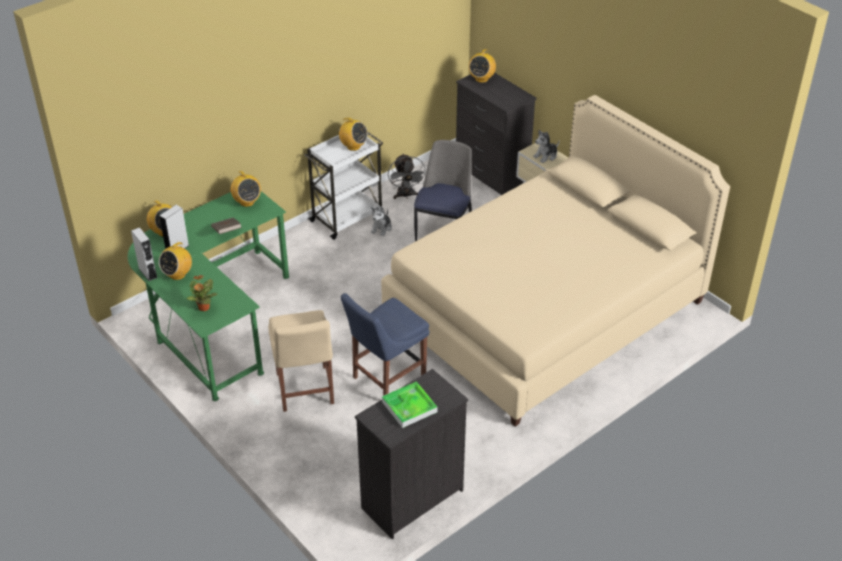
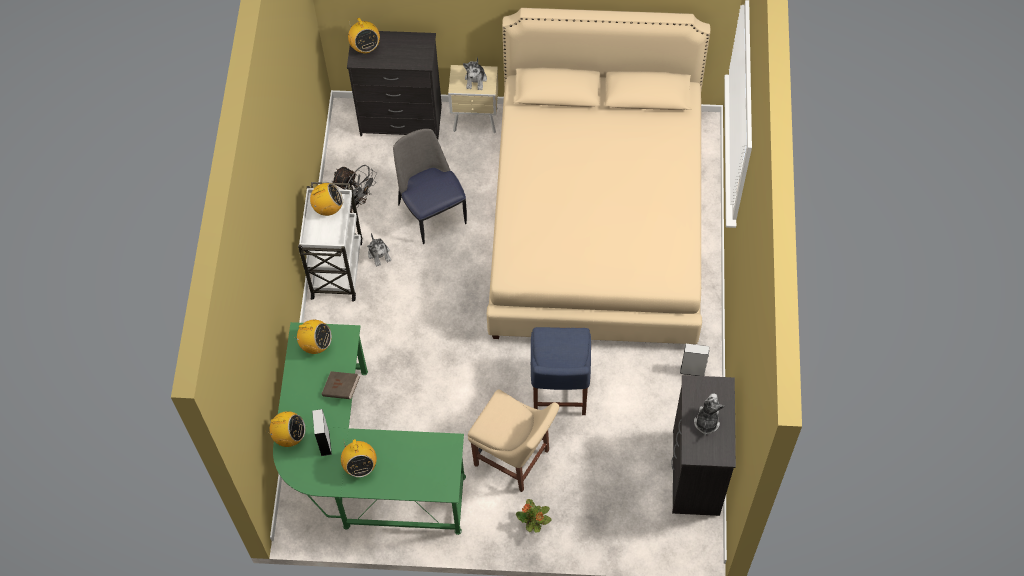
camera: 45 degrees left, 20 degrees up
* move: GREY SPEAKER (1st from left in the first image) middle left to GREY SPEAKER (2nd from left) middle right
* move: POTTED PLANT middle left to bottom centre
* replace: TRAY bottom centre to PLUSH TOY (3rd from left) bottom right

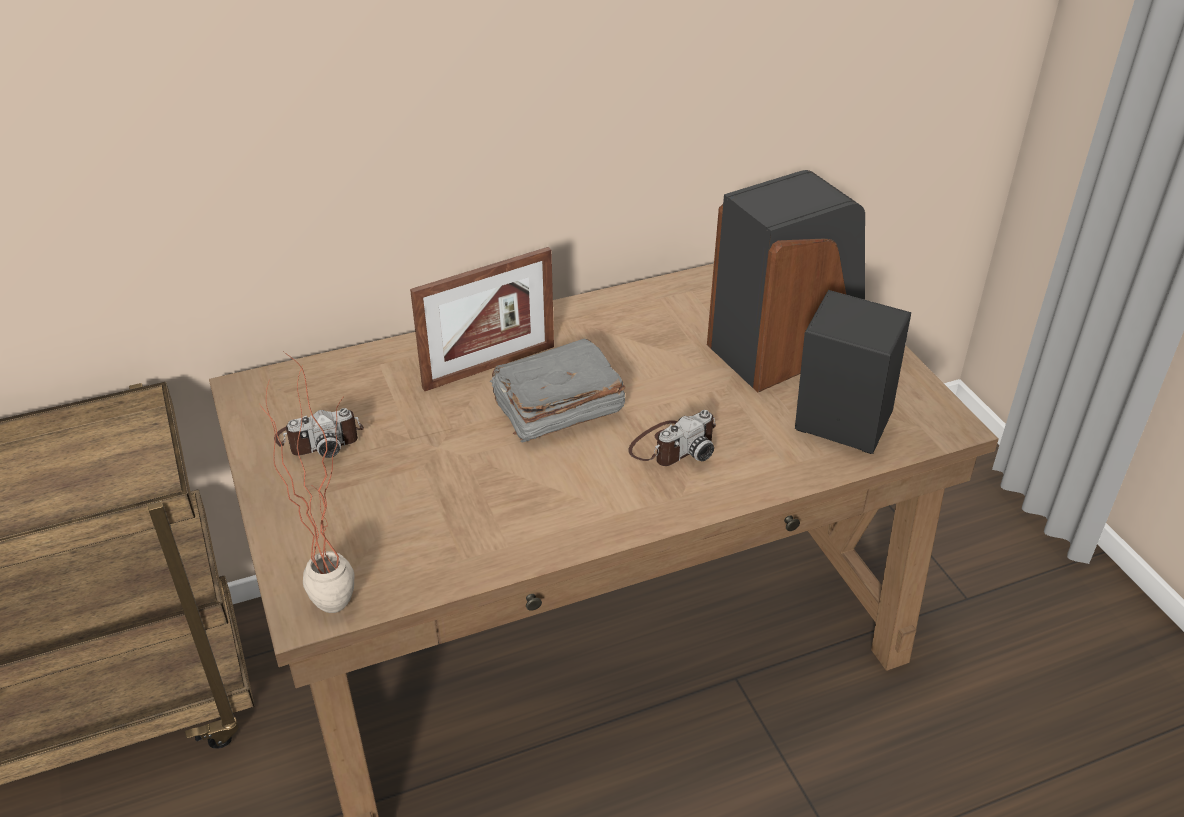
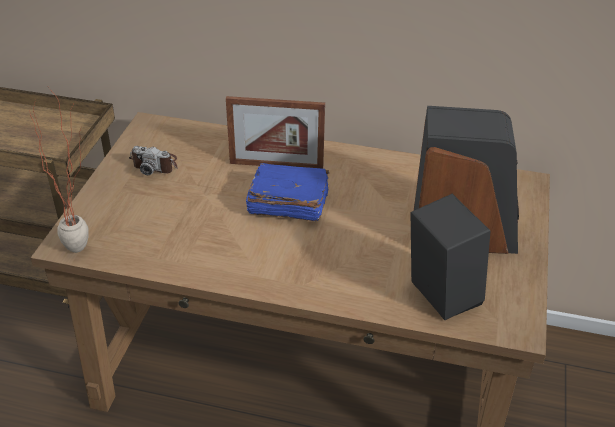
camera: 35 degrees right, 0 degrees up
* delete: PHOTO CAMERA (2nd from left) centre
* recolor: GREY BOOK centre to BLUE BOOK centre

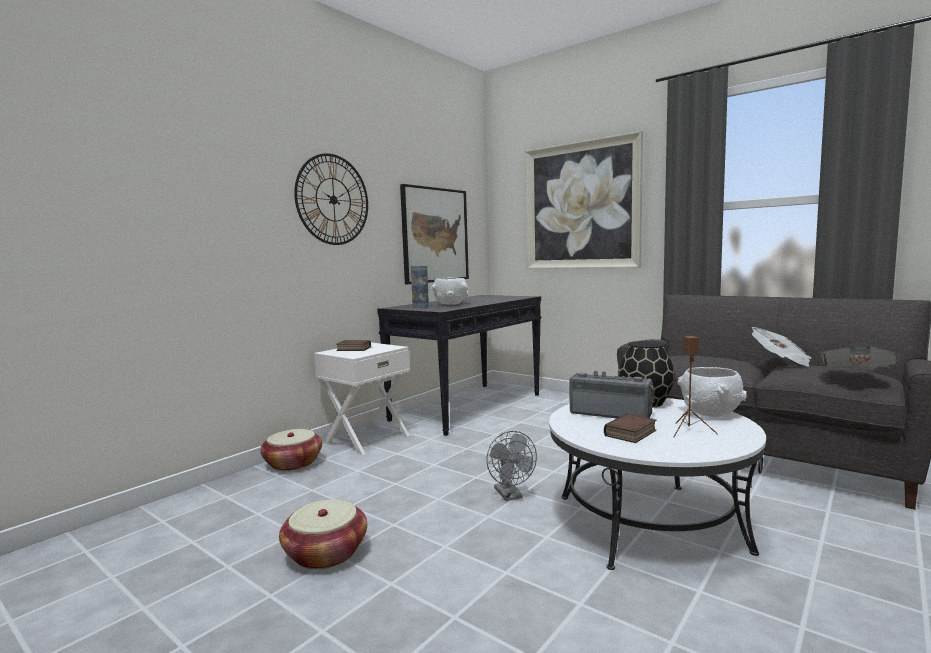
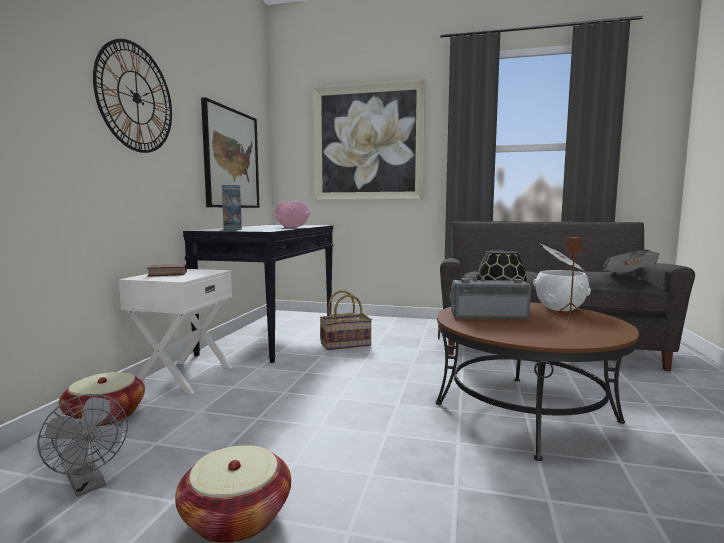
camera: 25 degrees left, 0 degrees up
* delete: WHITE BOWL (1st from left) centre
* delete: BOOK (2nd from left) middle right
* insert: PINK BOWL centre
* insert: BASKET (3rd from left) centre
* move: GREY FAN bottom centre to bottom left
* recolor: WHITE COFFEE TABLE bottom right to BROWN COFFEE TABLE bottom right

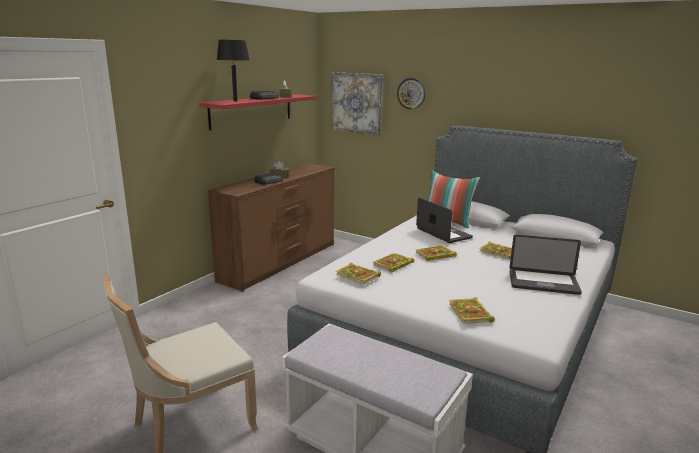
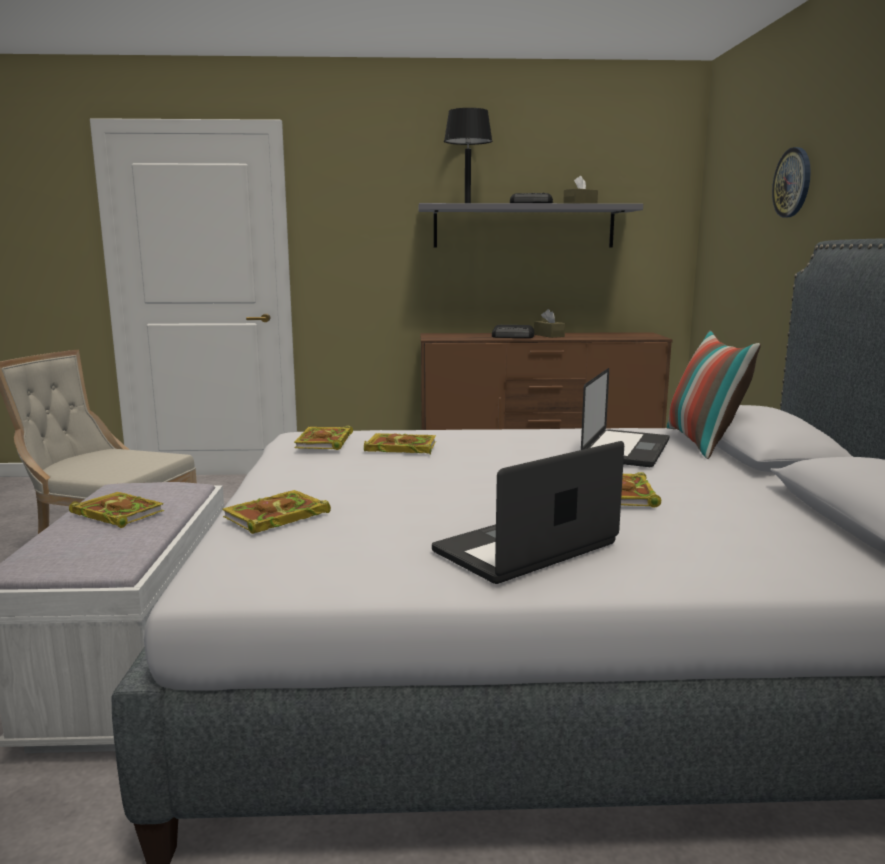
camera: 55 degrees right, 5 degrees down
* delete: PICTURE top centre
* move: BOOK (3rd from left in the first image) centre to BOOK (1st from left) middle left
* recolor: RED SHELF top centre to GREY SHELF top centre
* rotate: LAPTOP (2nd from left in the first image) middle right = centre 75 degrees clockwise

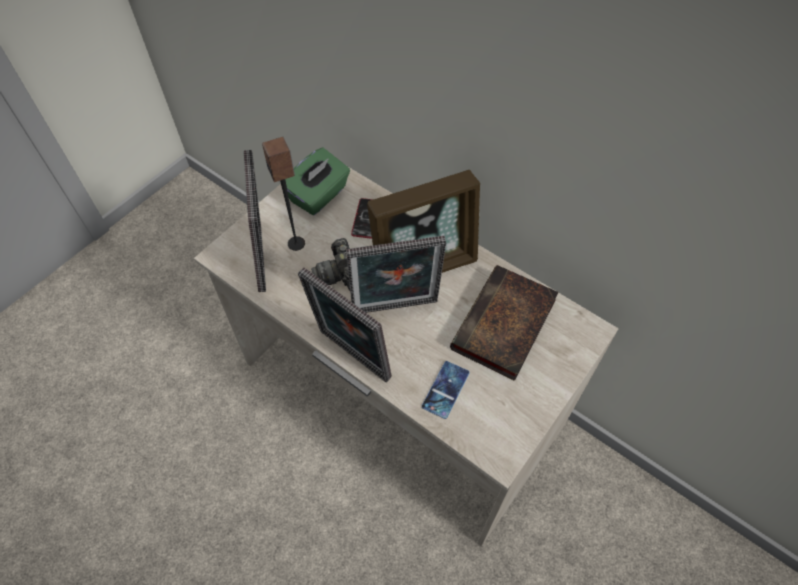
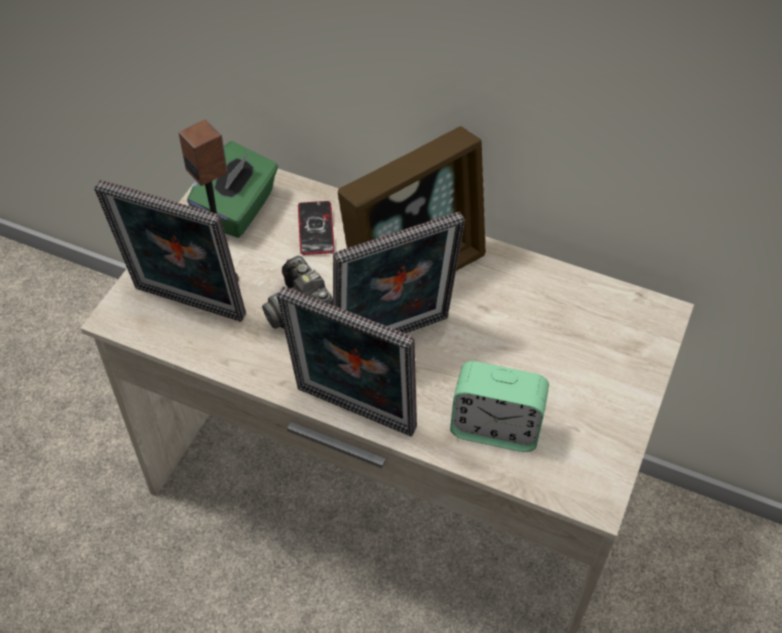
camera: 15 degrees left, 5 degrees down
* delete: BOOK centre
* replace: PHONE (2nd from left) bottom centre to ALARM CLOCK centre
* rotate: PICTURE FRAME (1st from left) middle left = middle left 135 degrees clockwise

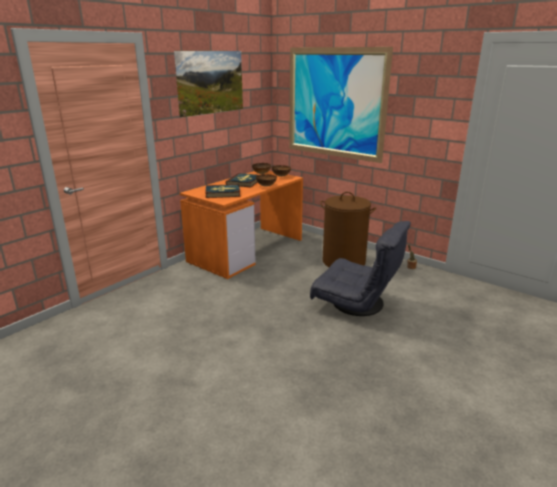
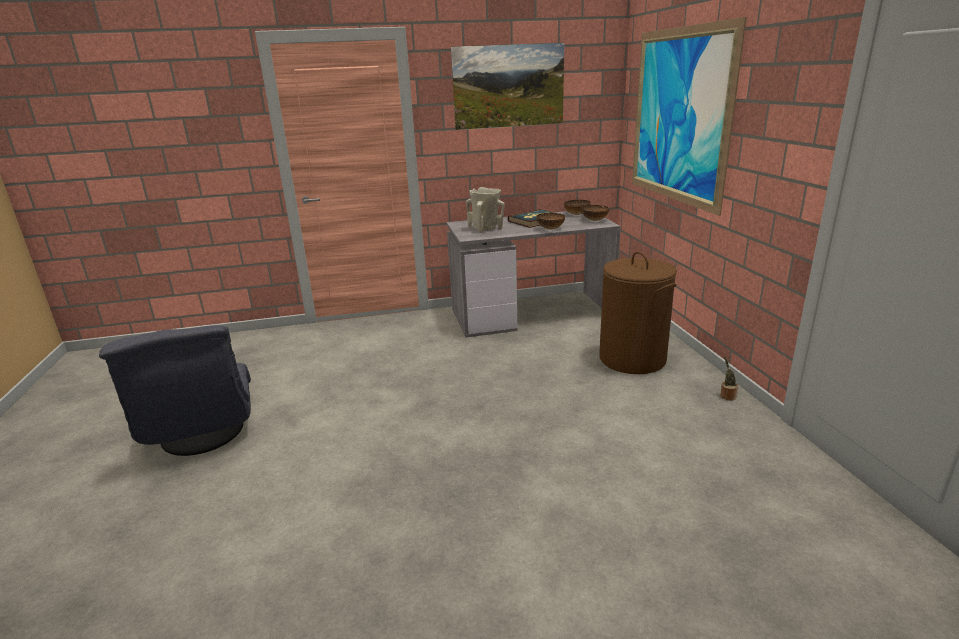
camera: 40 degrees right, 0 degrees up
* move: GREY ARMCHAIR centre to middle left
* replace: BOOK (1st from left) centre to BEIGE VASE top centre
* recolor: ORANGE DESK centre to GREY DESK centre

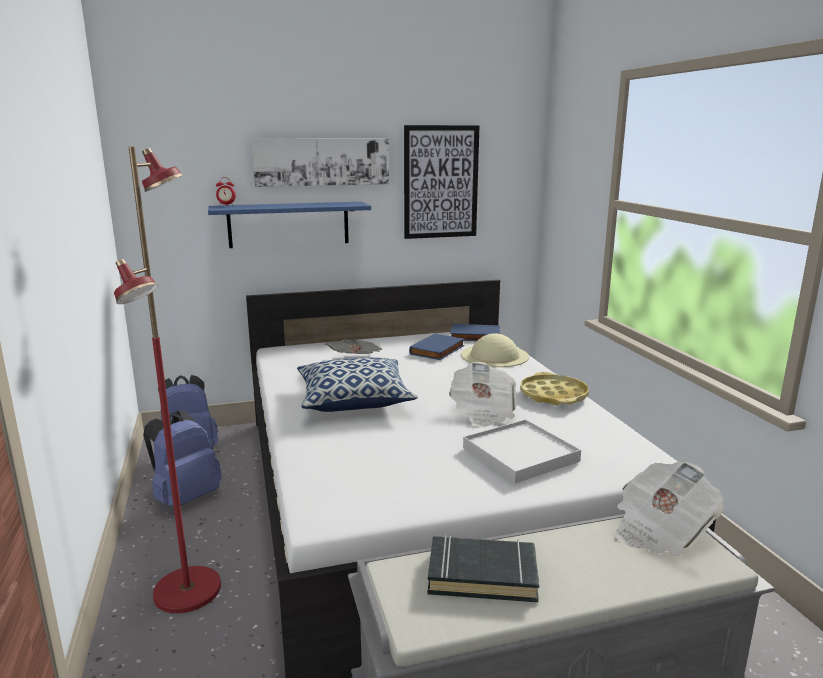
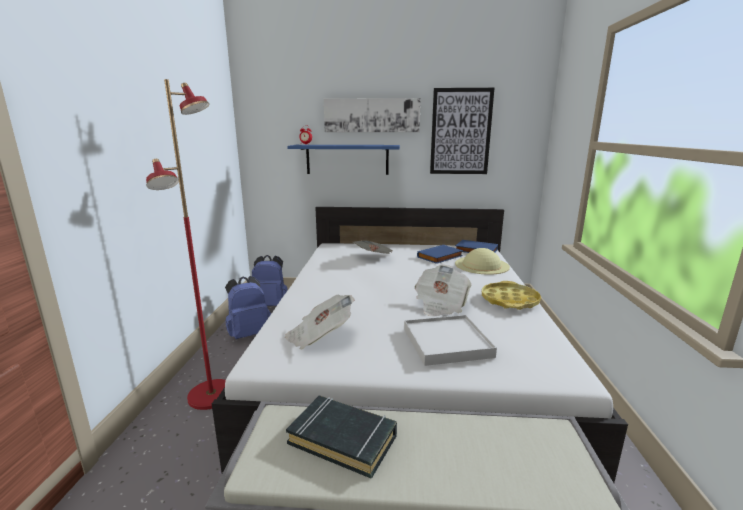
camera: 20 degrees right, 0 degrees up
* delete: PILLOW centre
* move: NEWSPAPER (3rd from left in the first image) bottom right to NEWSPAPER (1st from left) centre

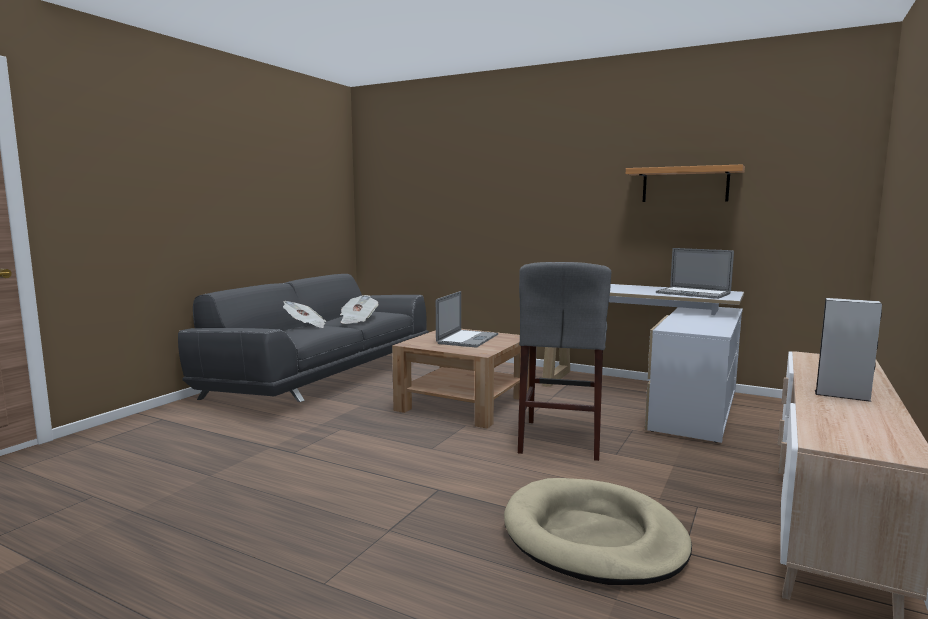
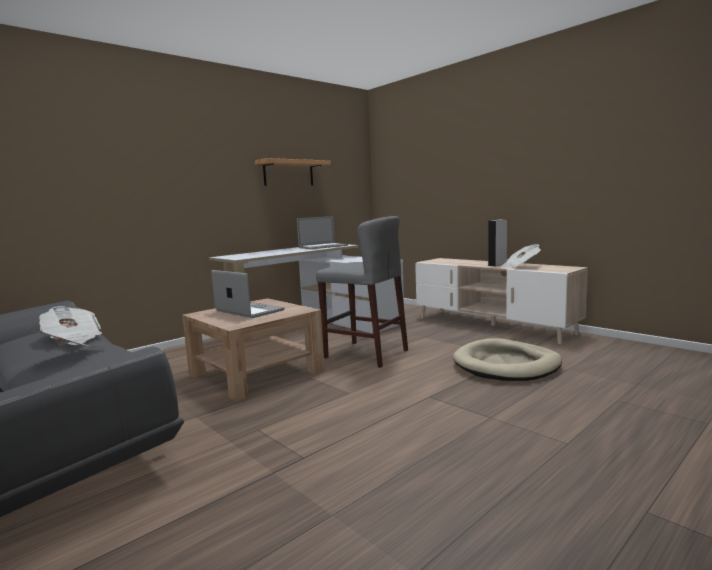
camera: 70 degrees left, 0 degrees up
* insert: NEWSPAPER (3rd from left) middle right

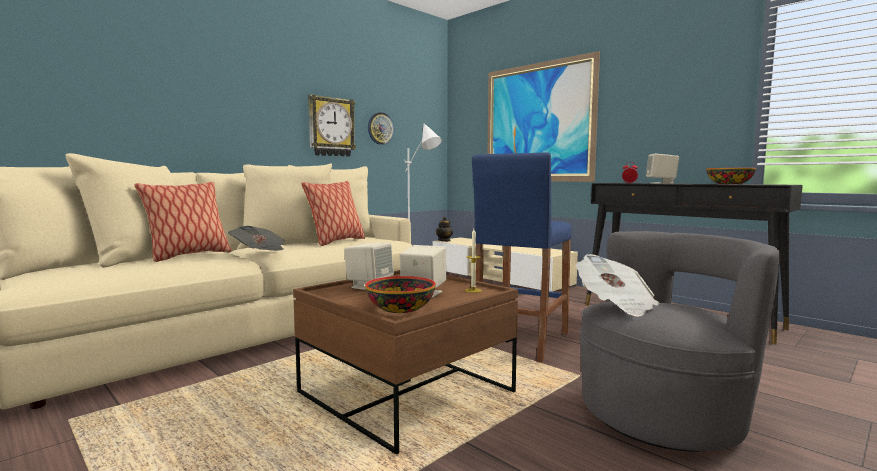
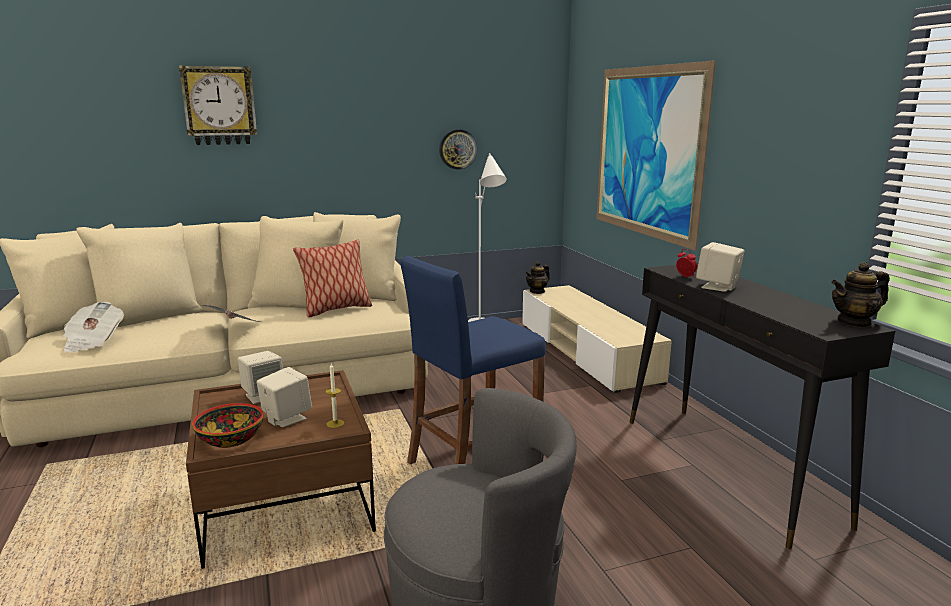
camera: 25 degrees right, 10 degrees up
* delete: PILLOW (1st from left) middle left
* delete: BOWL (2nd from left) middle right
* insert: TEAPOT (2nd from left) middle right
* move: WALL CLOCK (1st from left) top centre to top left
* move: NEWSPAPER (2nd from left in the first image) middle right to NEWSPAPER (1st from left) middle left

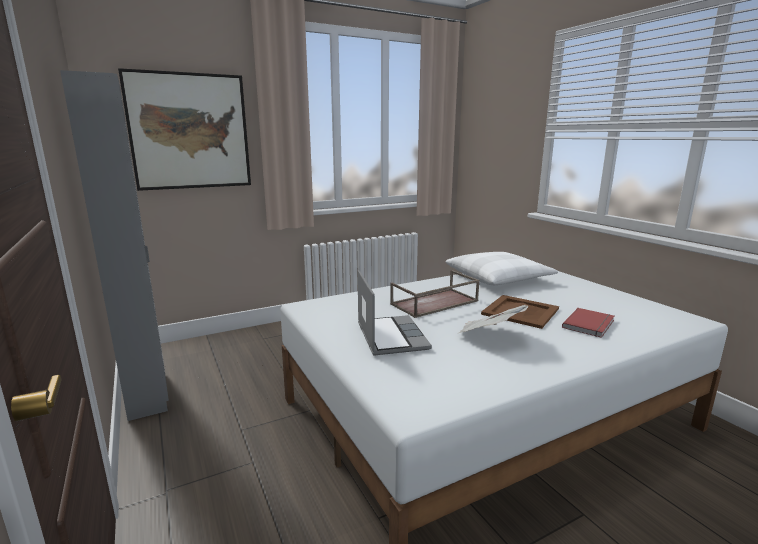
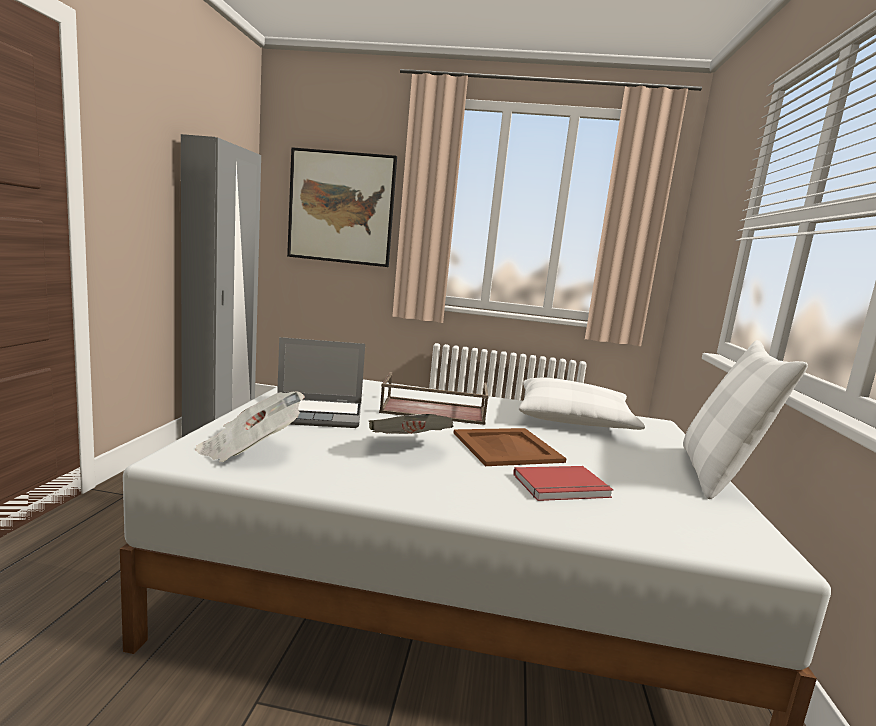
camera: 35 degrees right, 5 degrees down
* insert: NEWSPAPER (1st from left) middle left
* insert: WHITE PILLOW (2nd from left) middle right
* rotate: LAPTOP centre = centre 60 degrees clockwise

